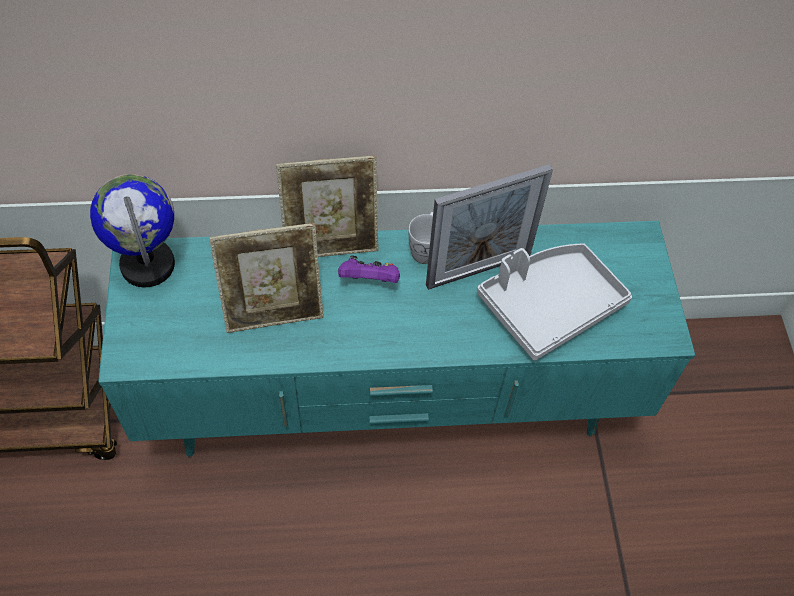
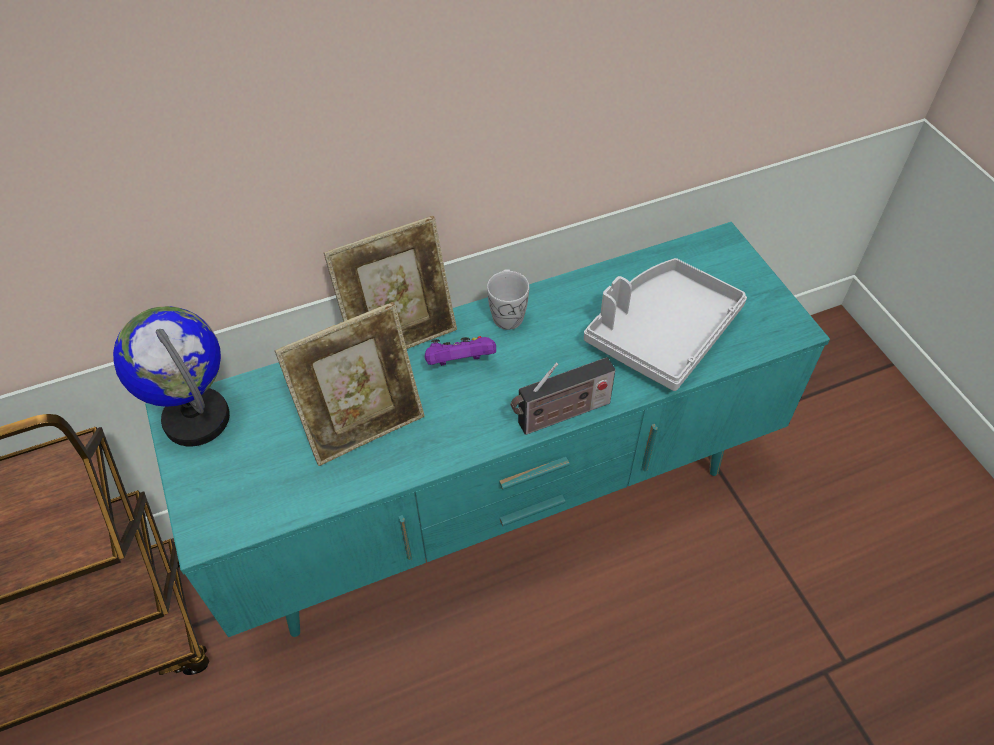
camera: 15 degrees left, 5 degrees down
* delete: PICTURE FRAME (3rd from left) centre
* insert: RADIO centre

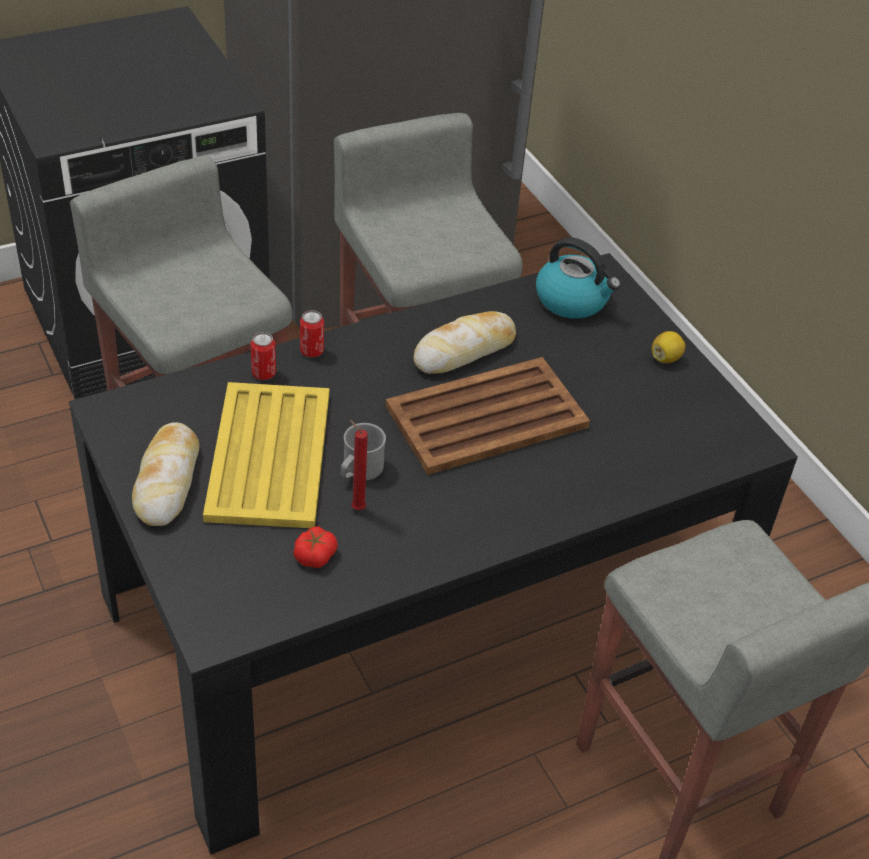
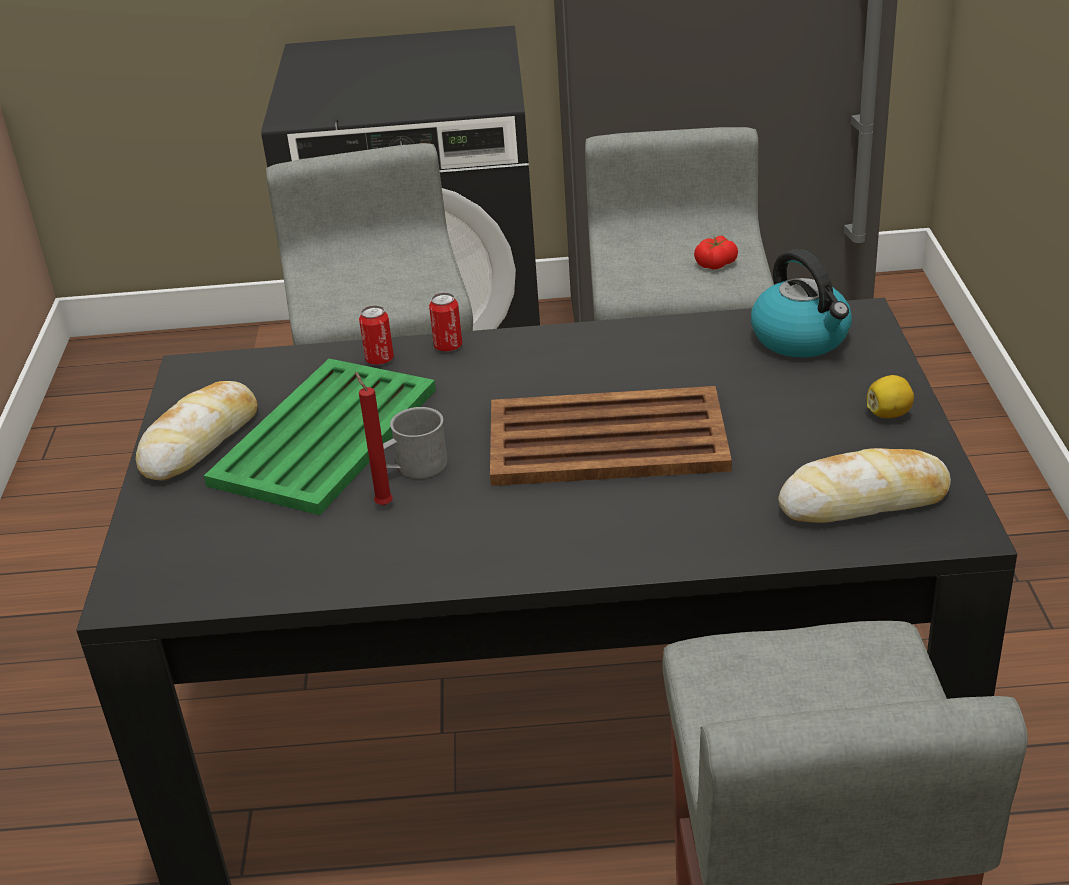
camera: 30 degrees right, 10 degrees down
* move: TOMATO centre to top right
* move: BREAD (2nd from left) centre to middle right
* recolor: YELLOW TRAY middle left to GREEN TRAY middle left

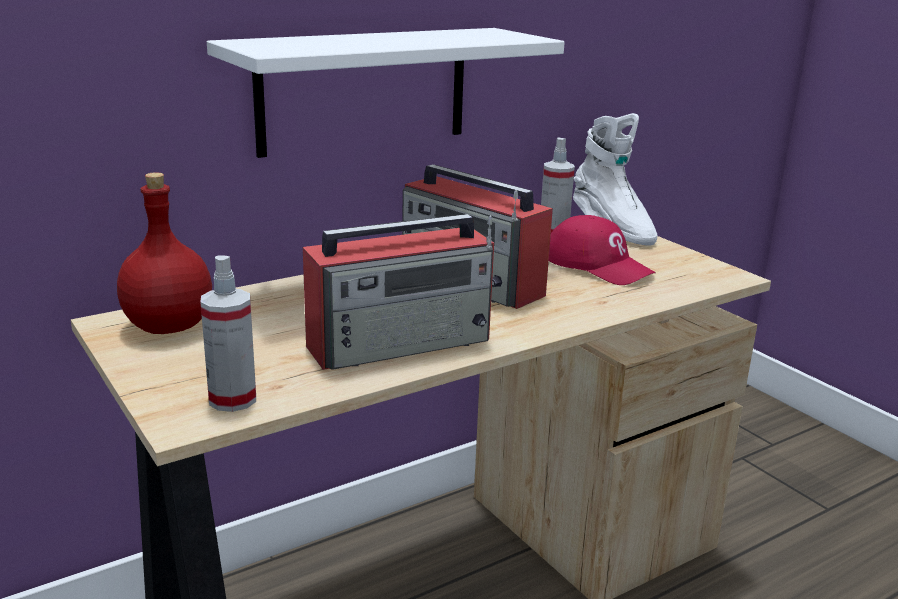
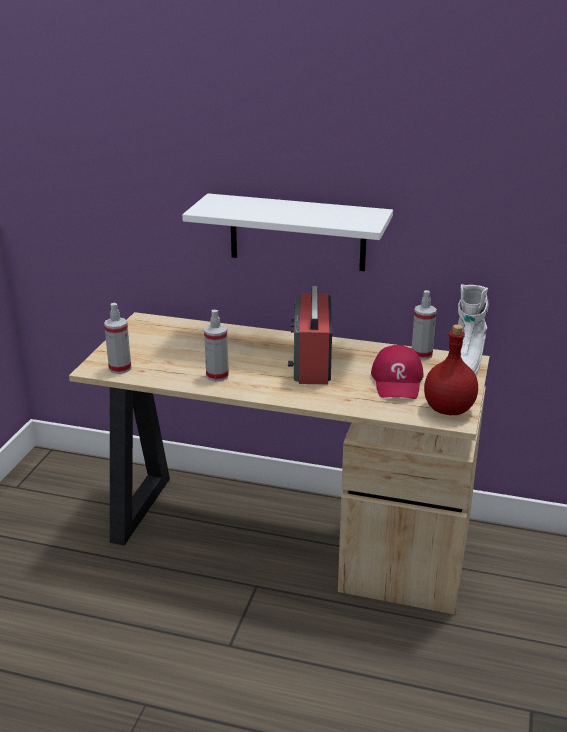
camera: 50 degrees right, 5 degrees up
* move: RED BOTTLE middle left to middle right
* replace: RADIO (1st from left) centre to SPRAY BOTTLE (2nd from left) centre

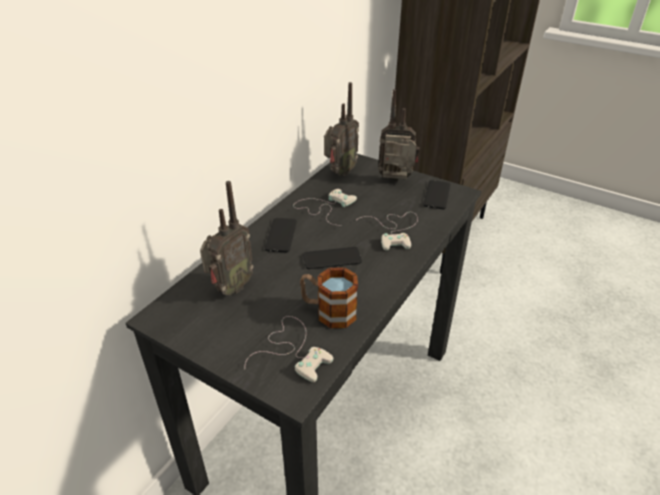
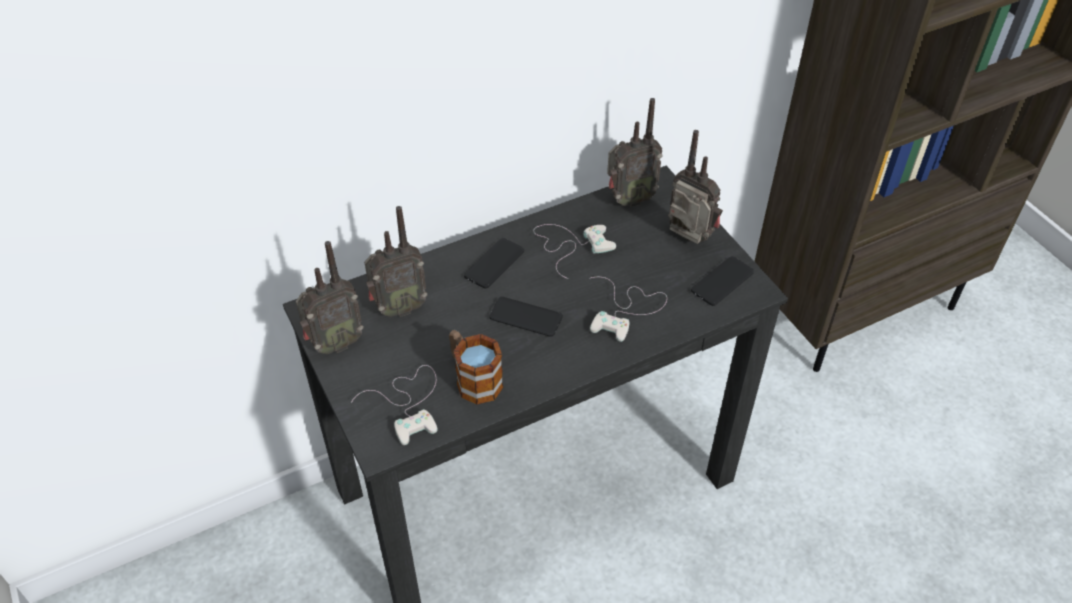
camera: 30 degrees right, 10 degrees up
* insert: RADIO (1st from left) middle left

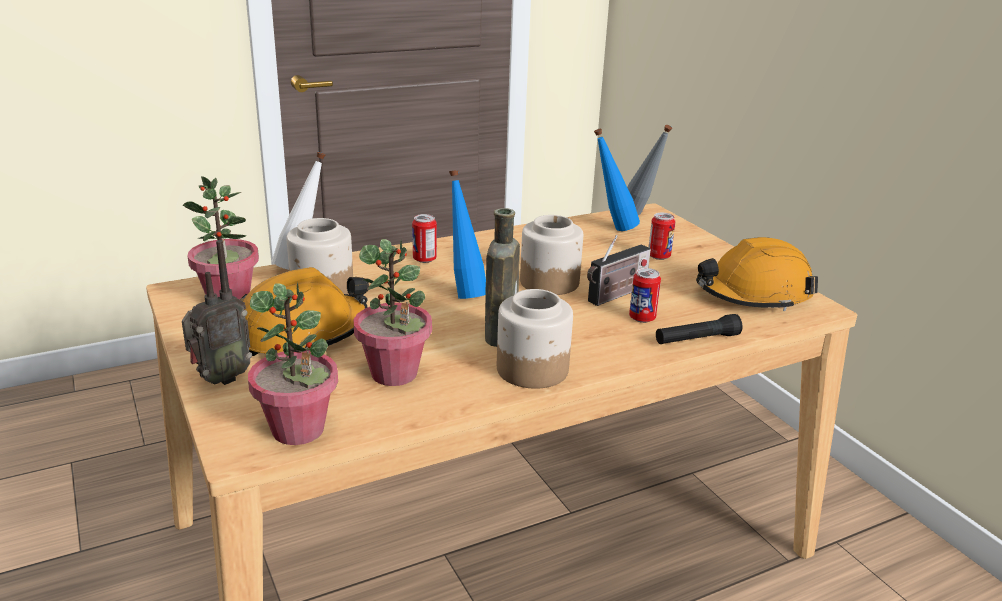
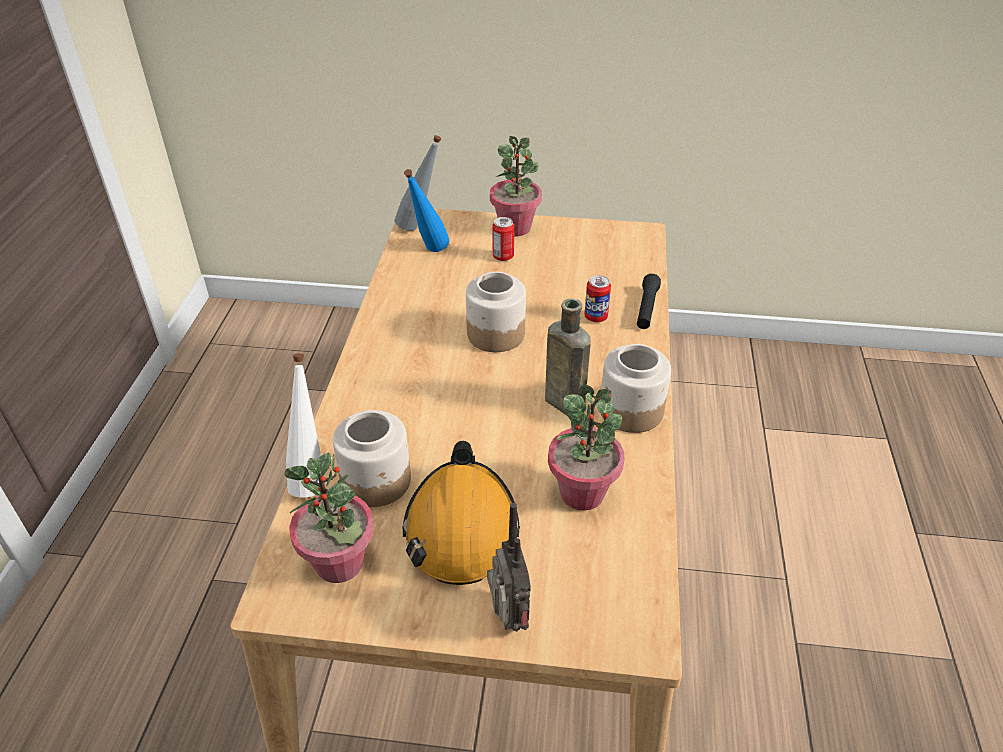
camera: 55 degrees left, 15 degrees up
* delete: CAN (1st from left) centre
* delete: BLUE BOTTLE (1st from left) centre
* delete: RADIO (2nd from left) centre
* delete: ORANGE HARD HAT (2nd from left) middle right
* move: POTTED PLANT (2nd from left) middle left to top centre

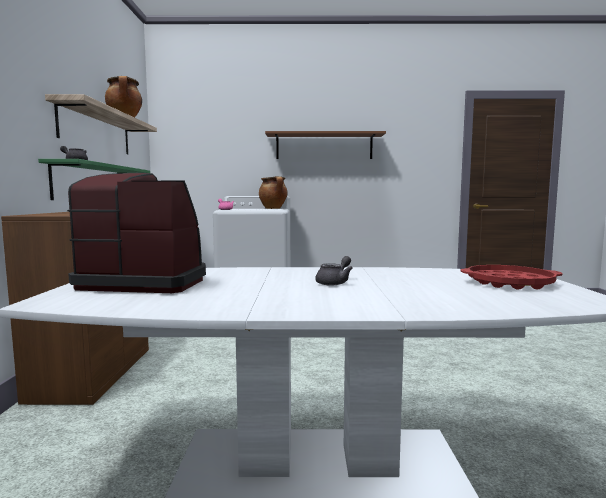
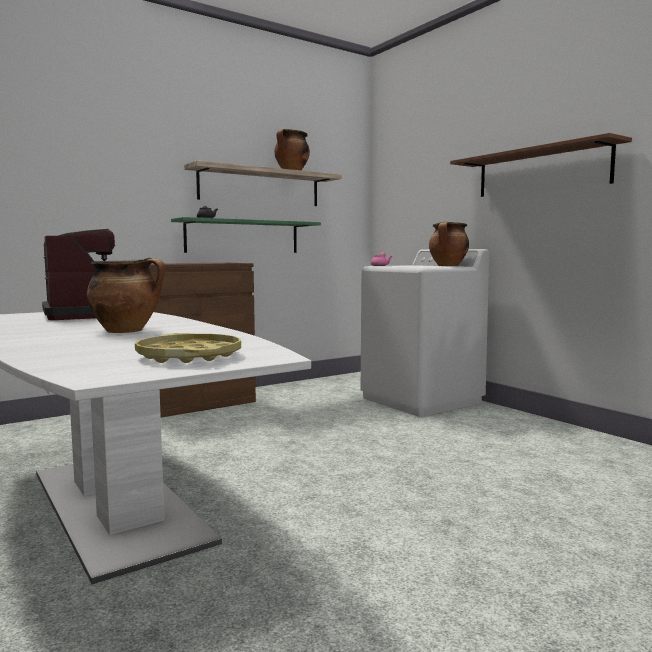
camera: 55 degrees right, 0 degrees up
* replace: GREY TEAPOT (2nd from left) centre to COOKING POT (1st from left) middle left
* recolor: RED TRAY middle right to YELLOW TRAY middle left

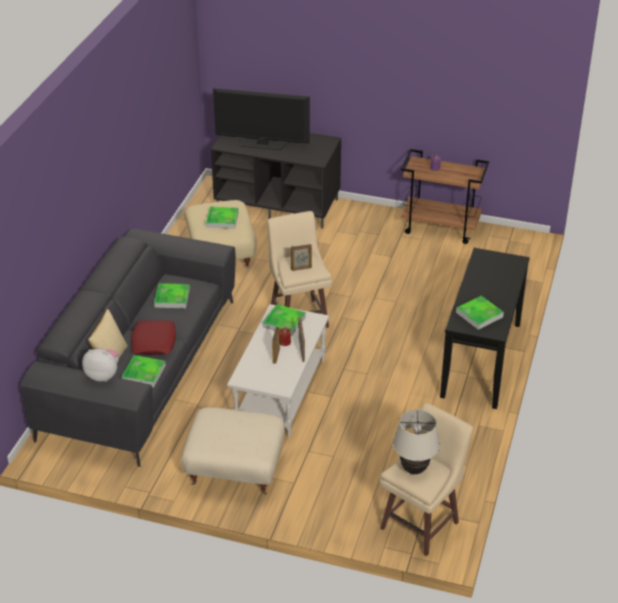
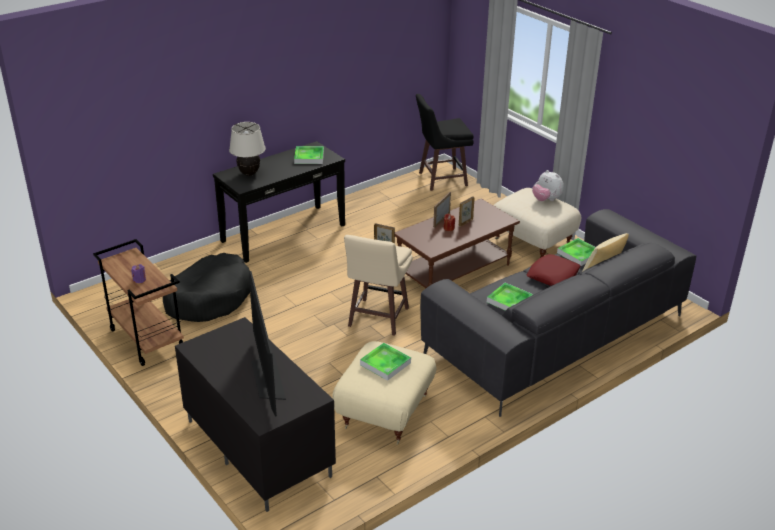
camera: 145 degrees left, 5 degrees down
* delete: TRAY (4th from left) centre
* insert: BLACK DOG BED middle left
* move: PLUSH TOY middle left to middle right
* move: BEIGE TABLE LAMP bottom right to top left
* recolor: WHITE COFFEE TABLE centre to BROWN COFFEE TABLE centre
* recolor: BEIGE STOOL (2nd from left) bottom right to BLACK STOOL top centre
* rotate: TELEVISION top centre = centre 150 degrees counterclockwise

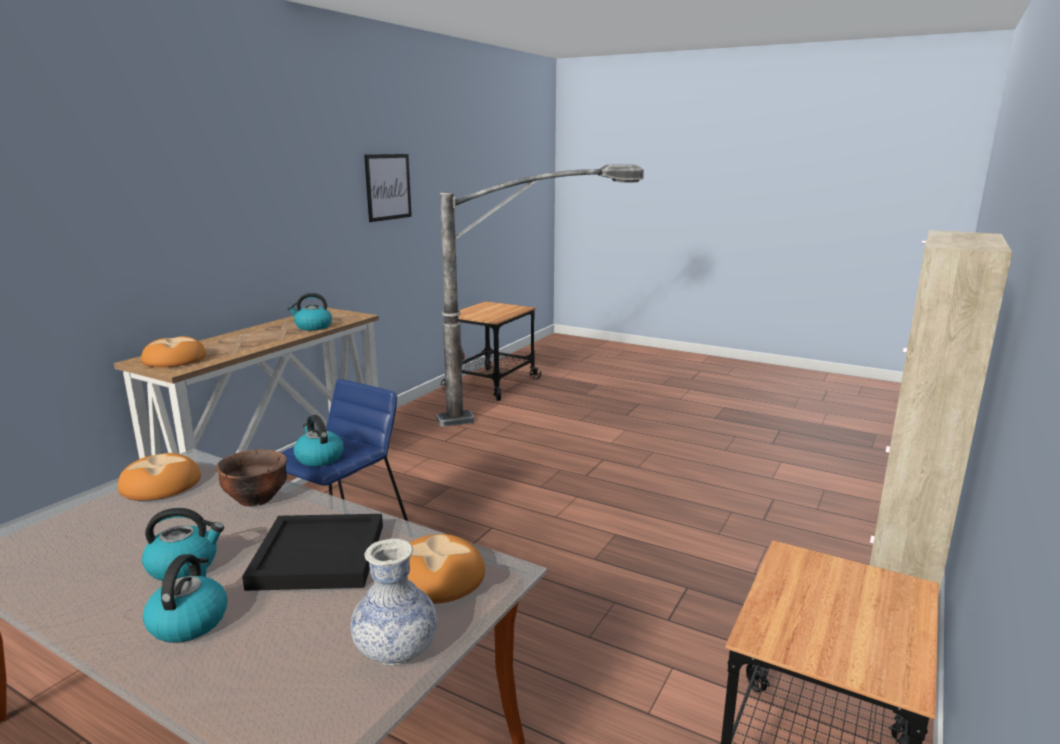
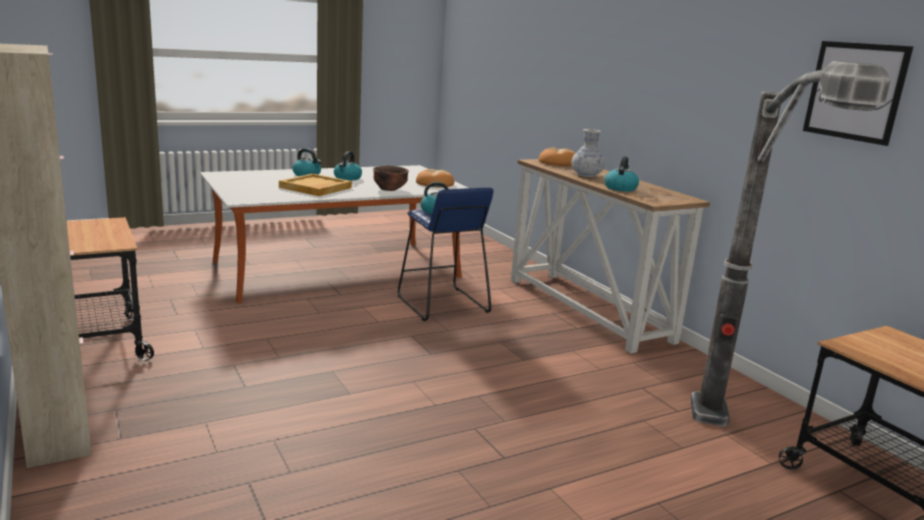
camera: 120 degrees right, 0 degrees up
* delete: BREAD (3rd from left) bottom centre
* move: VASE bottom centre to top centre
* recolor: BLACK TRAY bottom left to BEIGE TRAY centre

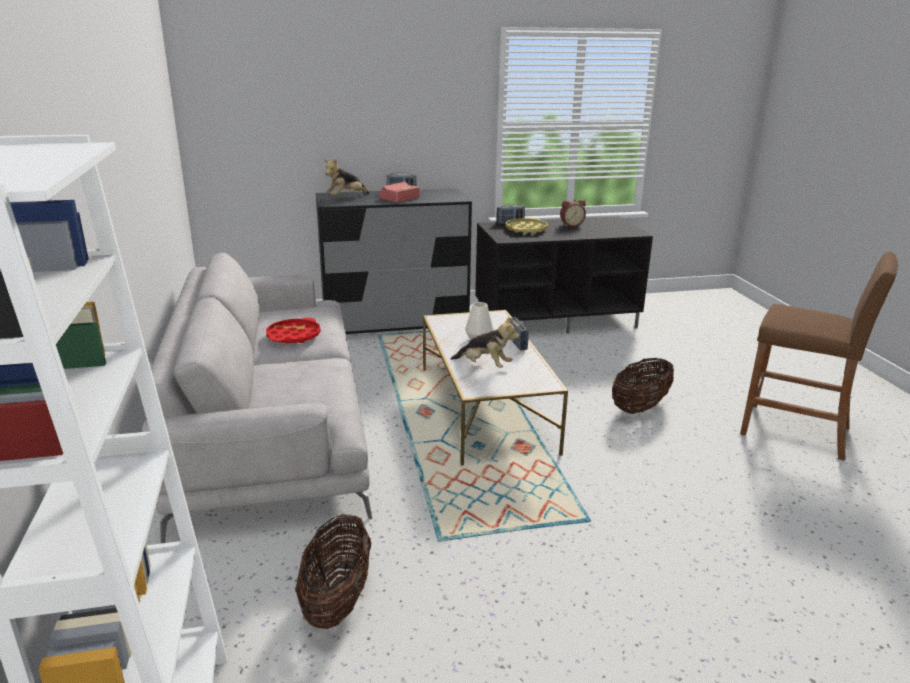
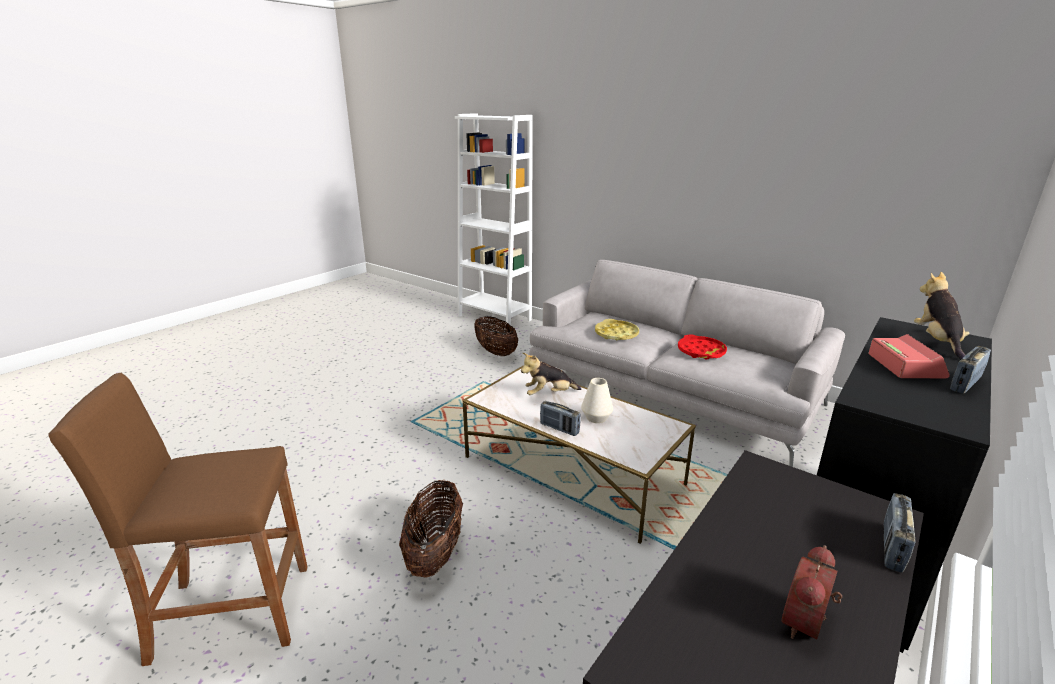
camera: 140 degrees right, 0 degrees up
* move: YELLOW TRAY top centre to centre

